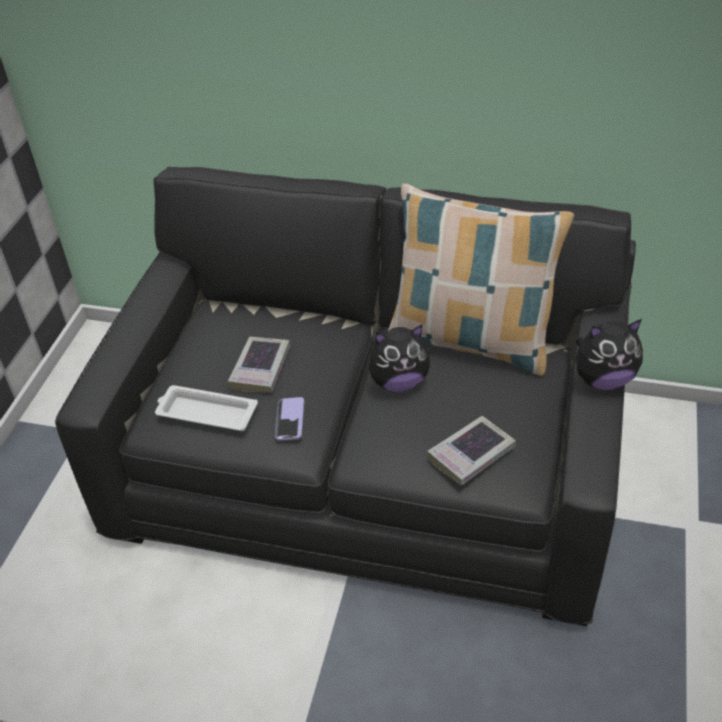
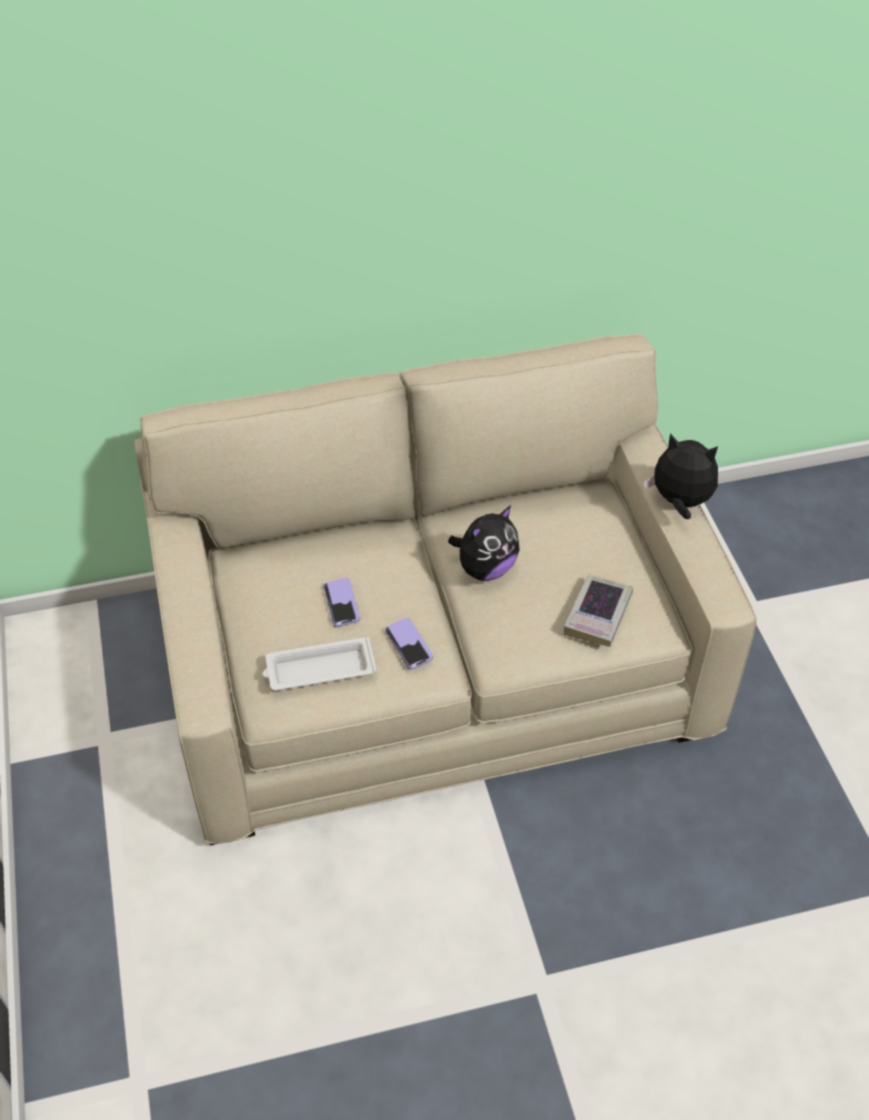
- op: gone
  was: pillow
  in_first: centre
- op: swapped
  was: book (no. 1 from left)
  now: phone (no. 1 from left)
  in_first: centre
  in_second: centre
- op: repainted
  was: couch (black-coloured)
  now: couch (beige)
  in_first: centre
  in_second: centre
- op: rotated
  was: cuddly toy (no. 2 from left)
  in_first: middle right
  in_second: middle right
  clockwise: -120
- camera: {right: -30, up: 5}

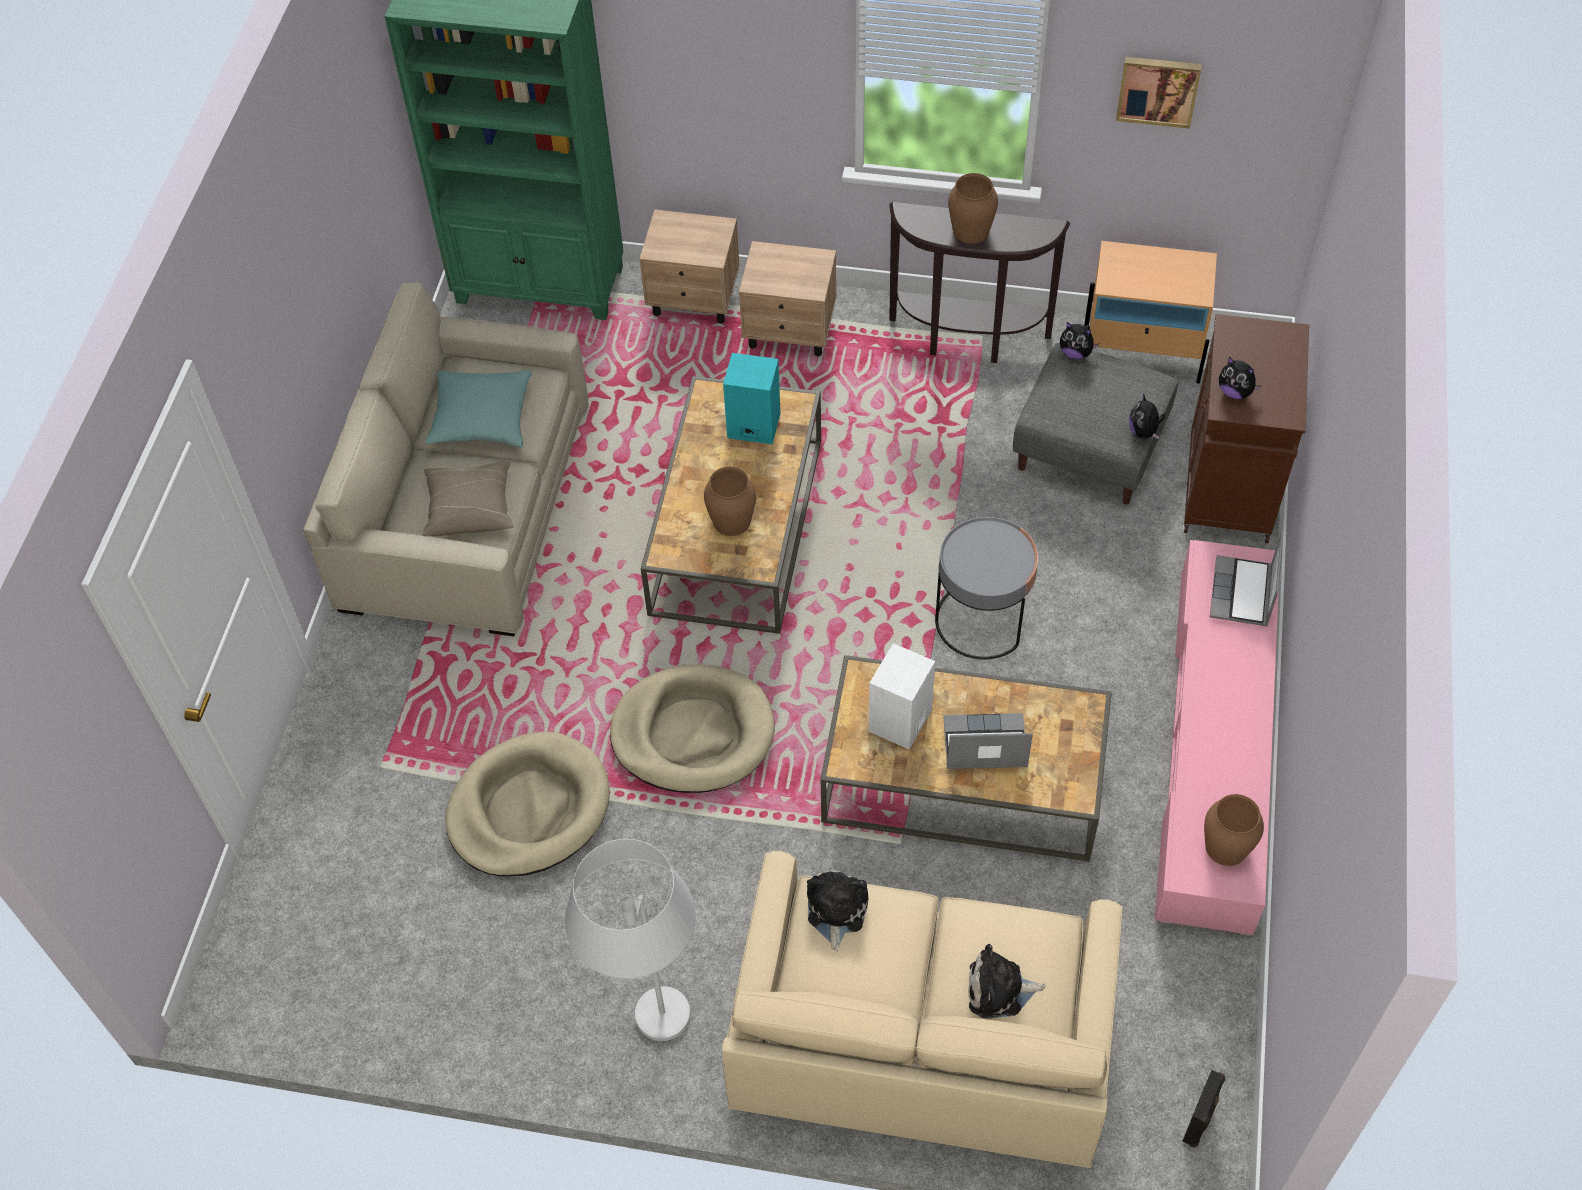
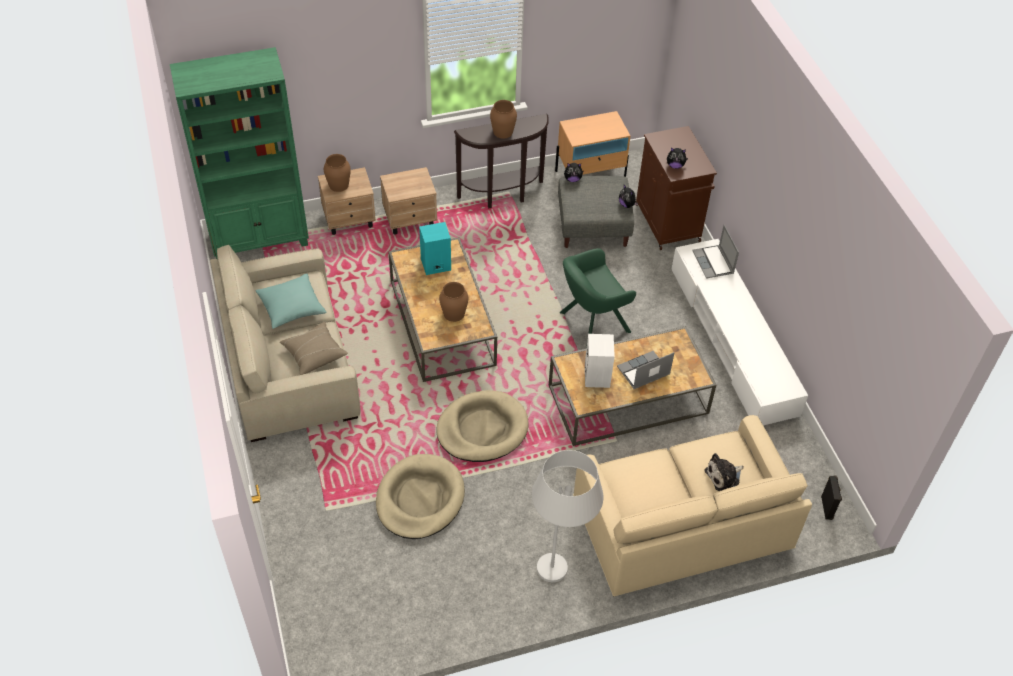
- op: gone
  was: cuddly toy (no. 1 from left)
  in_first: bottom centre
- op: gone
  was: wall picture
  in_first: top right
- op: shifted
  was: decorative vase (brown) (no. 3 from left in the first image)
  now: decorative vase (brown) (no. 1 from left)
  in_first: bottom right
  in_second: top left
- op: swapped
  was: side table (greyish)
  now: lounge chair (green)
  in_first: centre
  in_second: centre
- op: repainted
  was: tv unit (pink)
  now: tv unit (white)
  in_first: middle right
  in_second: middle right
- camera: {right: -30, up: -5}

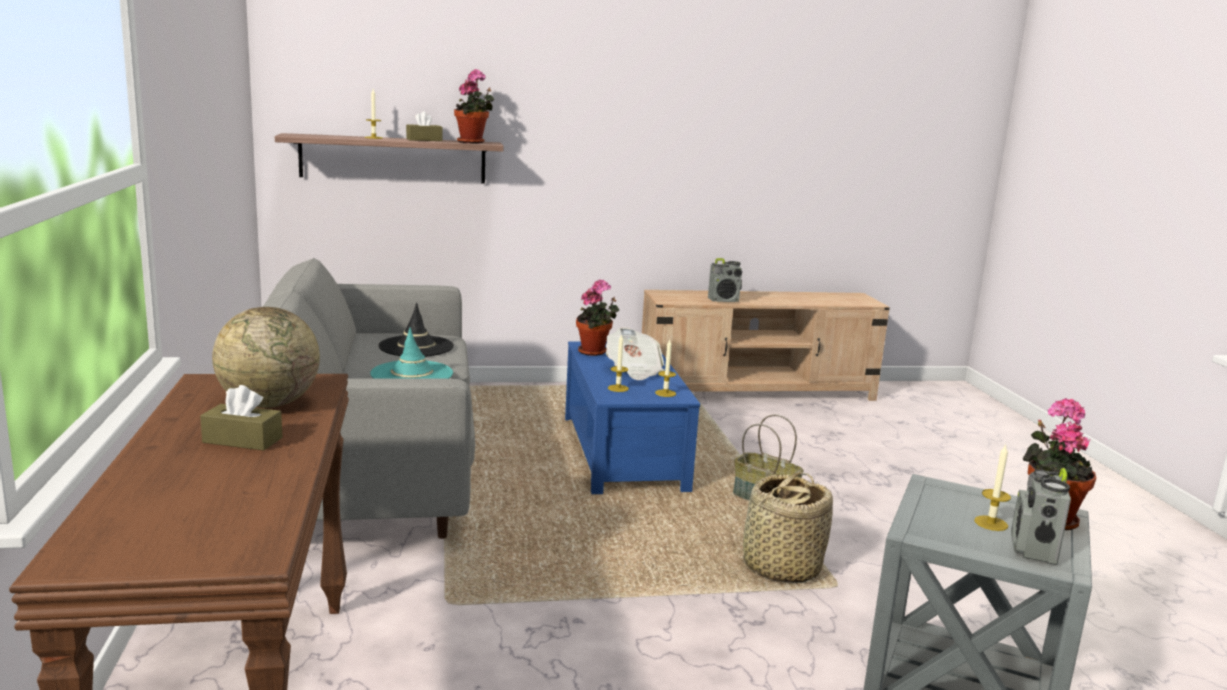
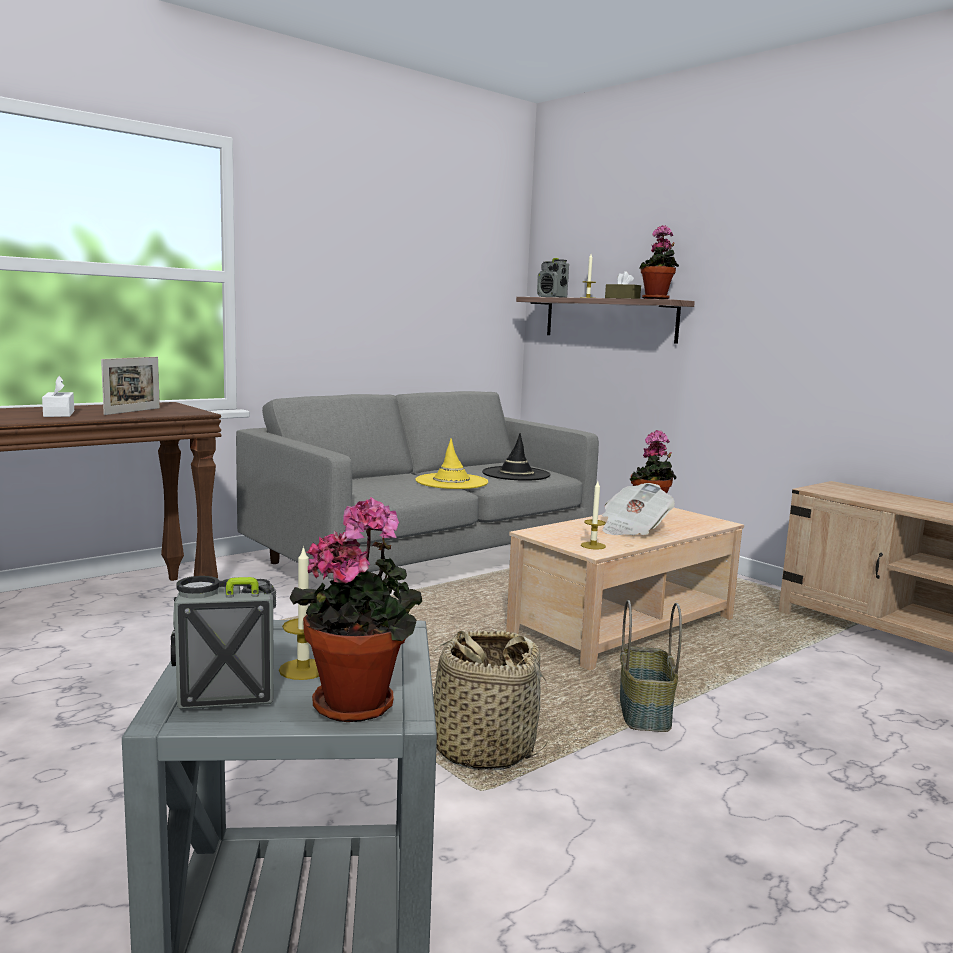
- op: gone
  was: candle (no. 2 from left)
  in_first: centre
- op: shifted
  was: radio (no. 1 from left in the first image)
  now: radio (no. 2 from left)
  in_first: centre
  in_second: top centre
- op: swapped
  was: globe
  now: standing frame
  in_first: middle left
  in_second: middle left
- op: repainted
  was: tissue box (brown) (no. 1 from left)
  now: tissue box (white)
  in_first: middle left
  in_second: middle left
- op: repainted
  was: hat (blue-green)
  now: hat (yellowish)
  in_first: centre
  in_second: centre
- op: repainted
  was: lounge table (bluish)
  now: lounge table (beige)
  in_first: centre
  in_second: centre
- camera: {right: 60, up: -5}

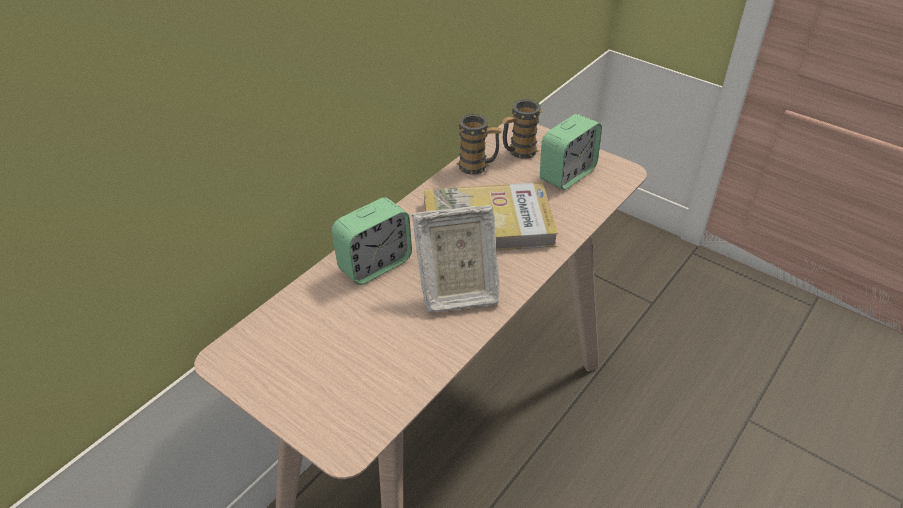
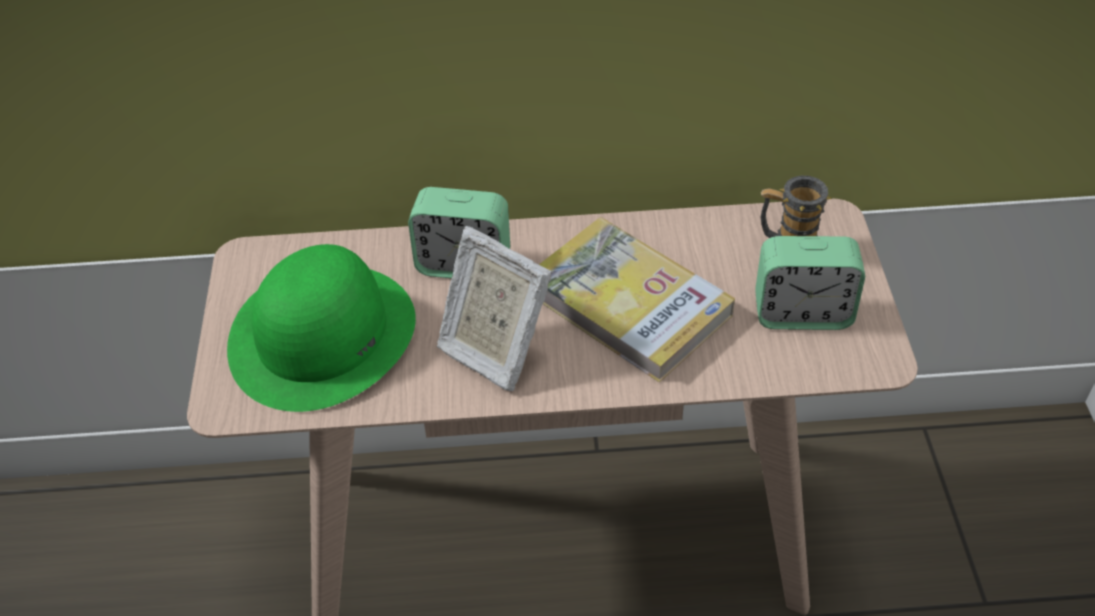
- op: gone
  was: coffee mug (no. 1 from left)
  in_first: top centre
- op: new
  now: hat (green)
  in_second: middle left
- camera: {right: 50, up: 5}

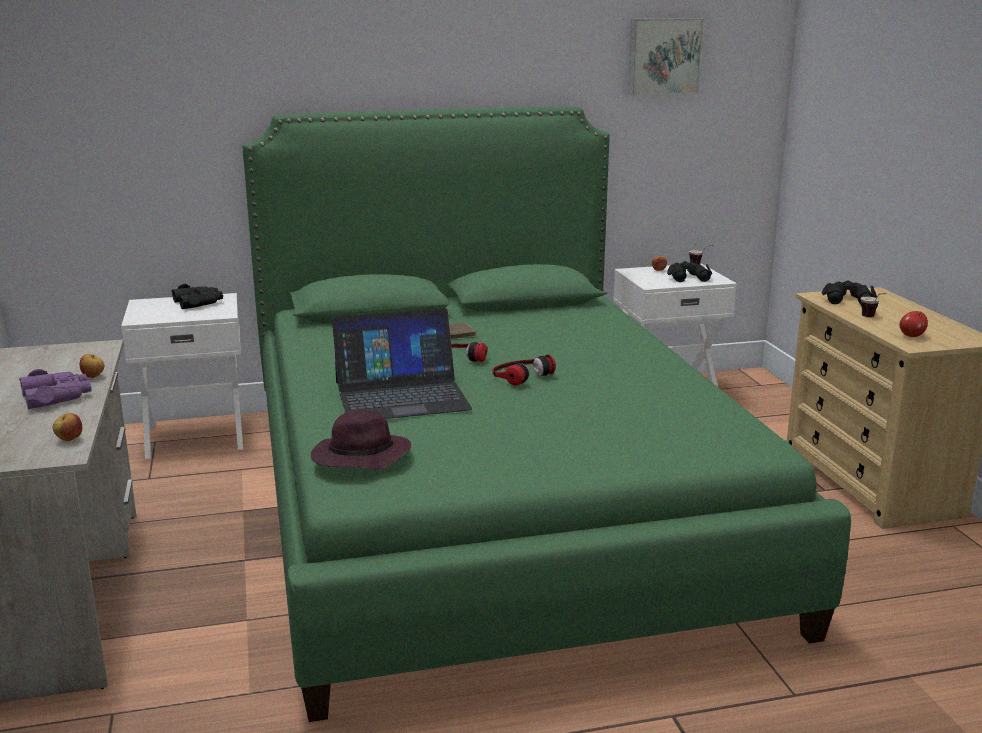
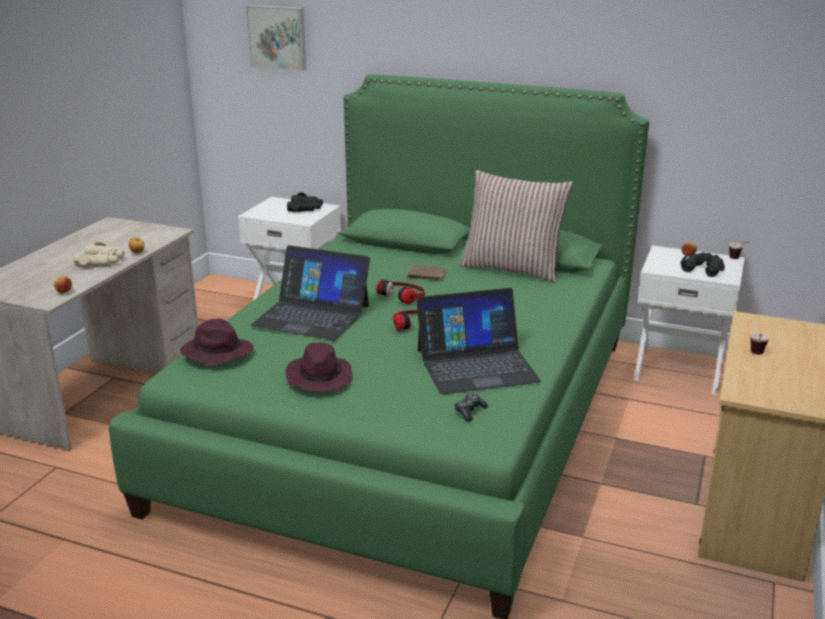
- op: gone
  was: binoculars (black-coloured) (no. 3 from left)
  in_first: middle right
- op: gone
  was: apple (no. 4 from left)
  in_first: middle right
- op: new
  now: hat (purple) (no. 2 from left)
  in_second: centre
- op: new
  now: portable computer (no. 2 from left)
  in_second: centre
- op: new
  now: joypad
  in_second: centre
- op: new
  now: pillow
  in_second: centre
- op: shifted
  was: wall picture
  in_first: top right
  in_second: top centre
- op: repainted
  was: binoculars (purple)
  now: binoculars (beige)
  in_first: middle left
  in_second: middle left
- camera: {right: 35, up: 5}

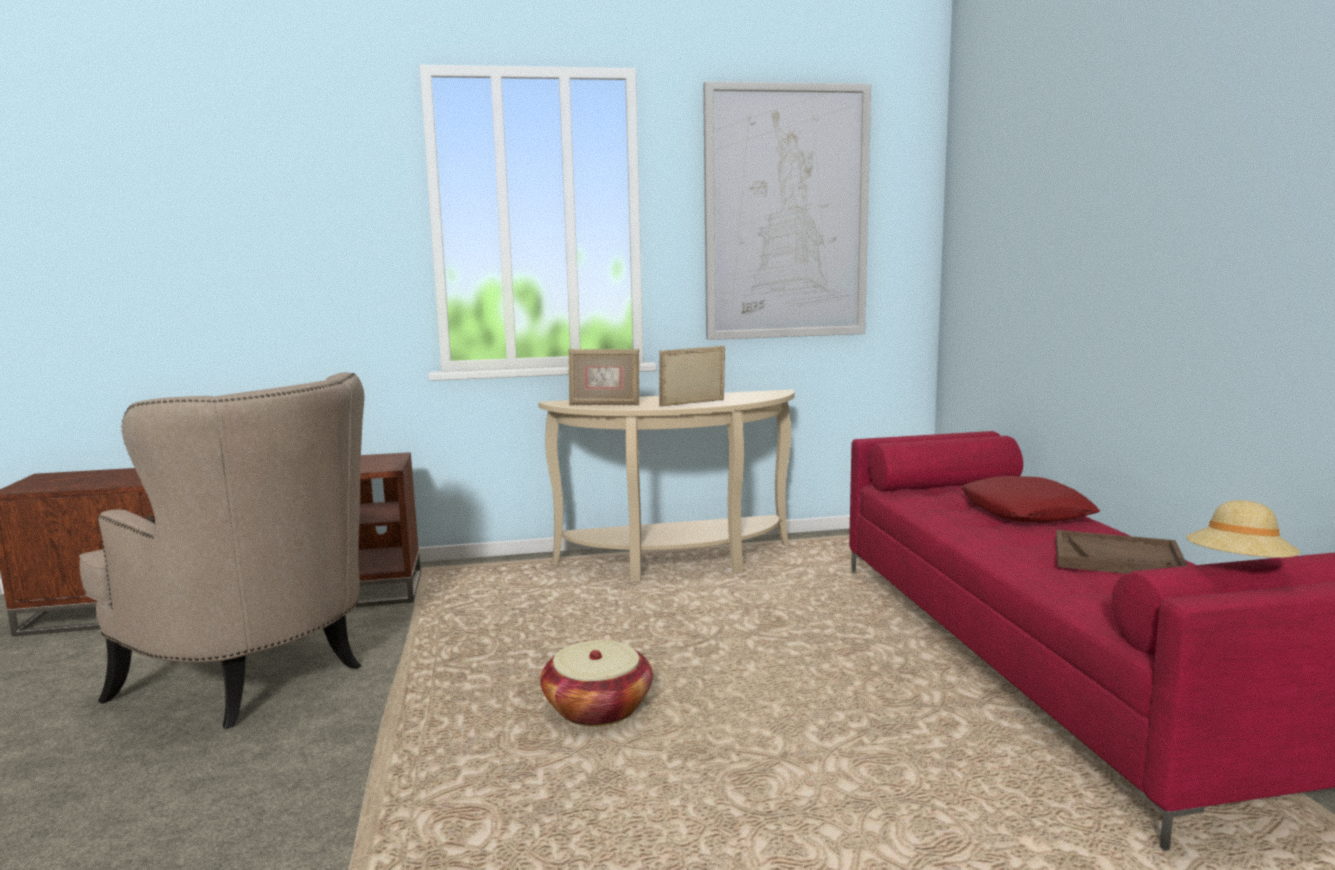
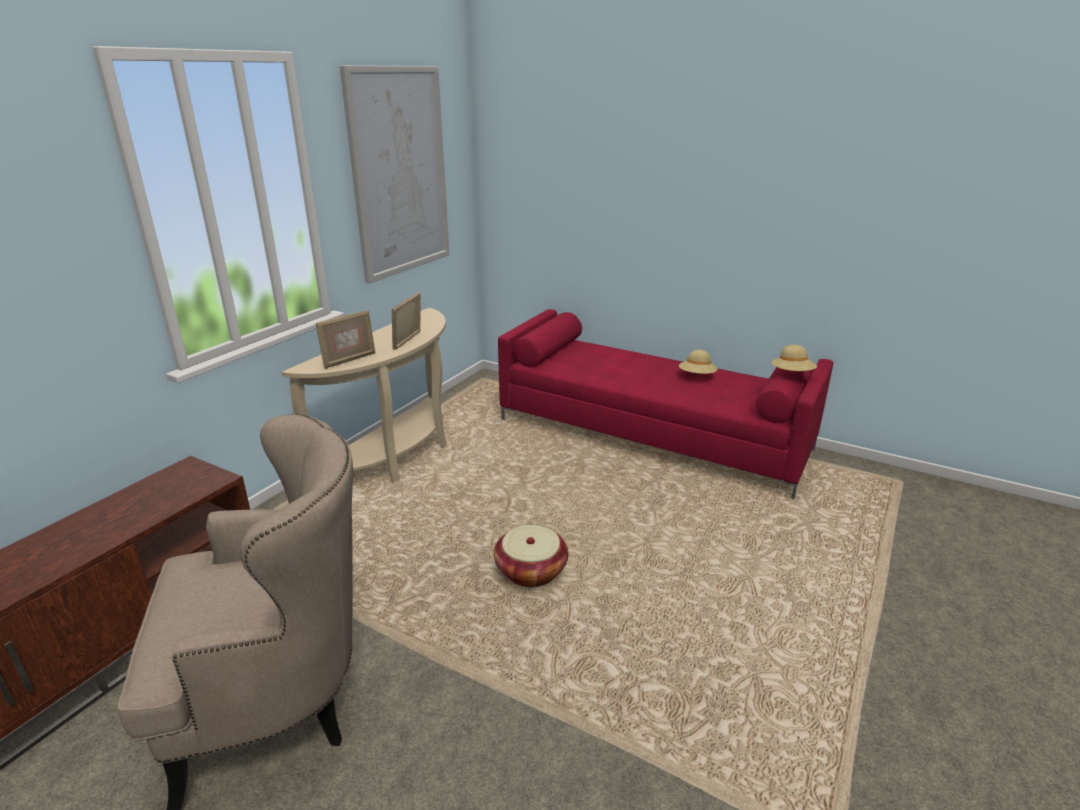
- op: gone
  was: pillow (reddish)
  in_first: middle right
- op: swapped
  was: carrying tray (brown)
  now: hat (beige) (no. 1 from left)
  in_first: middle right
  in_second: centre
- camera: {right: -50, up: 15}

